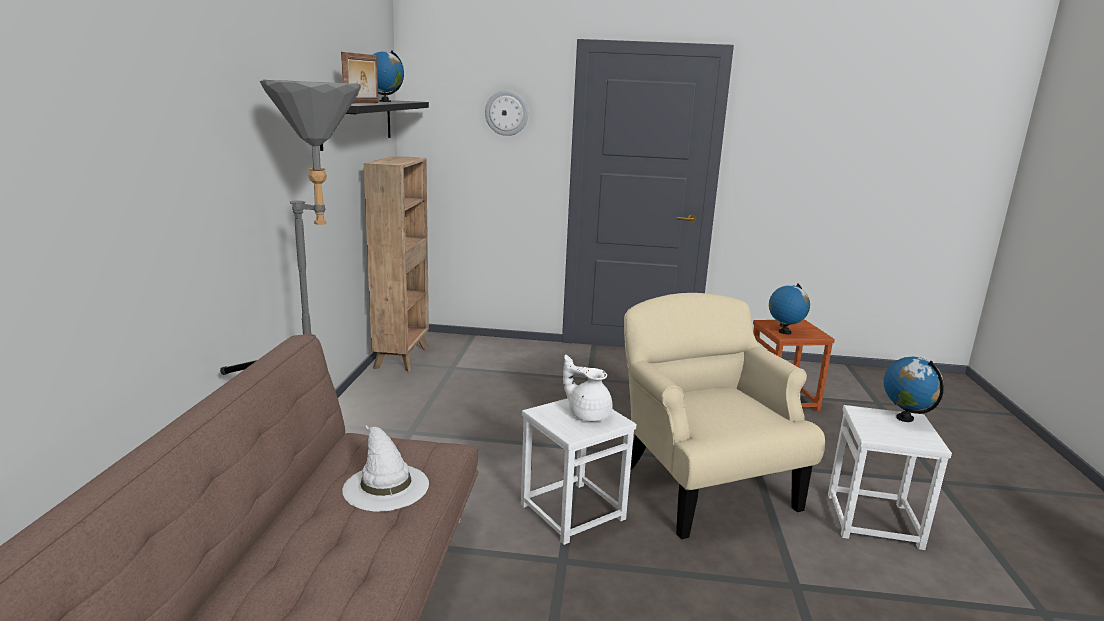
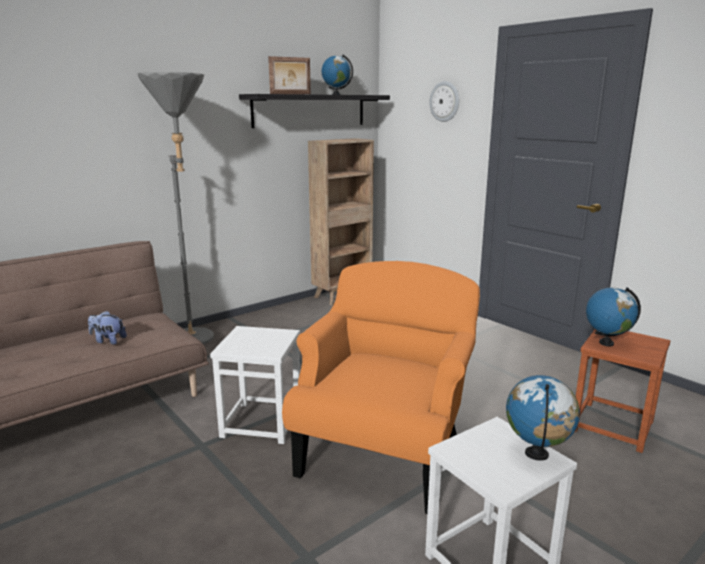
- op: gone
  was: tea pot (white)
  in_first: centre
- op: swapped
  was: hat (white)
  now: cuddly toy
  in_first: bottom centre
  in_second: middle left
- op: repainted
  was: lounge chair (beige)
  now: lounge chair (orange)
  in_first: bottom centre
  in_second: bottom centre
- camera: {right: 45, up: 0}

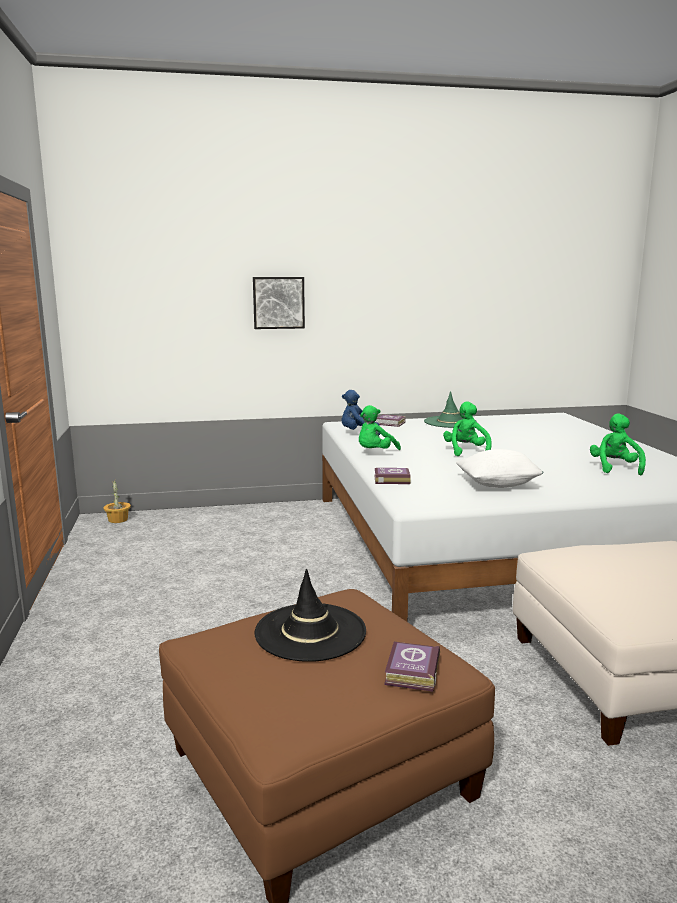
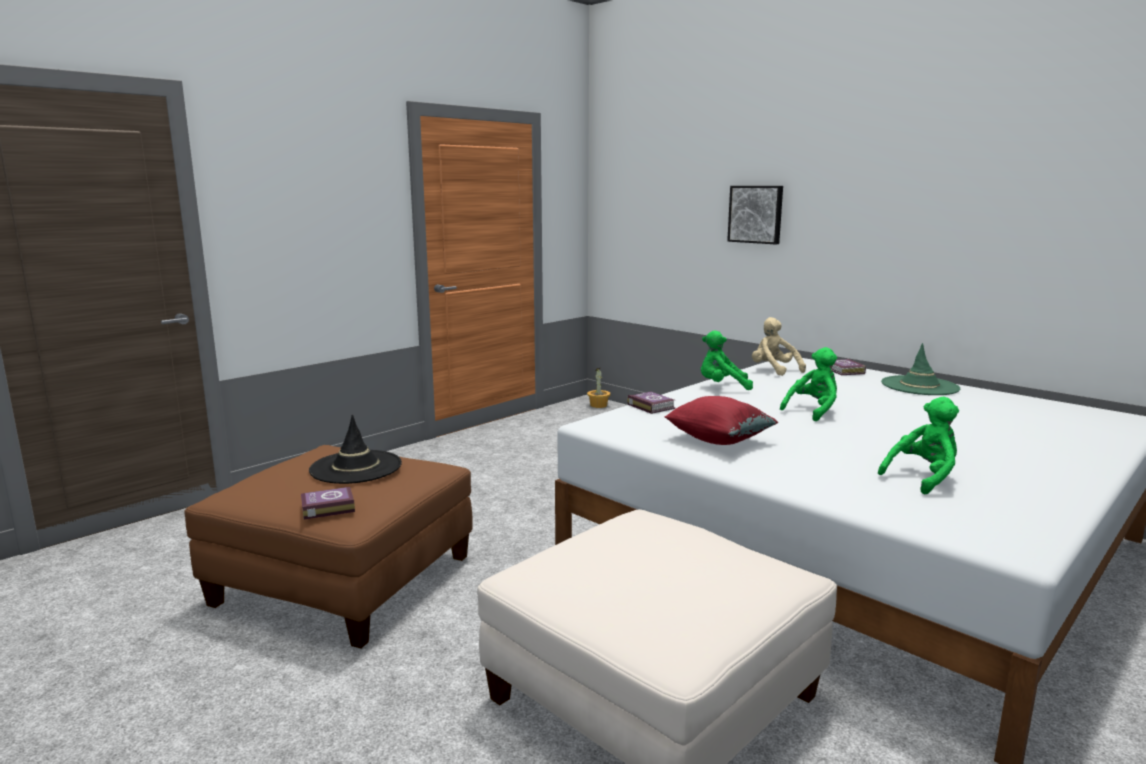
- op: repainted
  was: cuddly toy (bluish)
  now: cuddly toy (beige)
  in_first: centre
  in_second: middle right
- op: repainted
  was: pillow (white)
  now: pillow (reddish)
  in_first: middle right
  in_second: centre
- camera: {right: 55, up: 0}

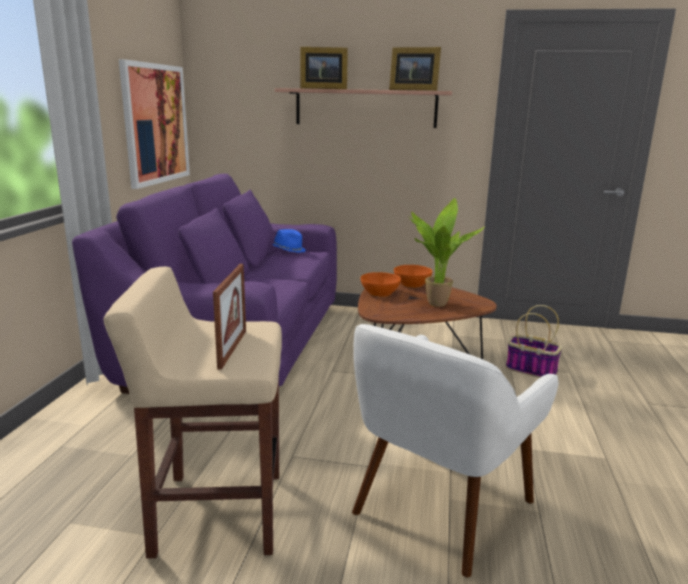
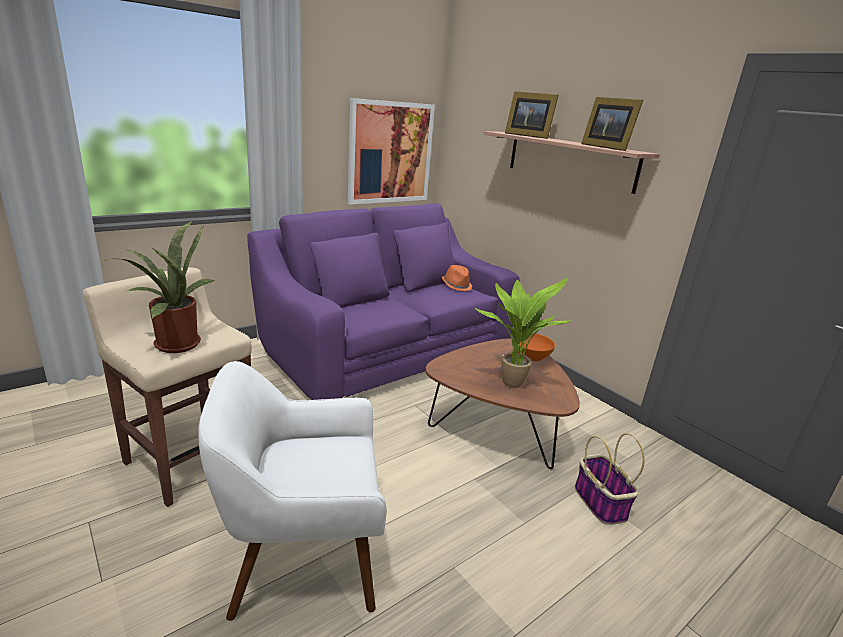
- op: gone
  was: serving bowl (orange) (no. 1 from left)
  in_first: centre
- op: swapped
  was: standing frame (no. 1 from left)
  now: potted plant (no. 1 from left)
  in_first: middle left
  in_second: middle left
- op: repainted
  was: hat (bluish)
  now: hat (orange)
  in_first: centre
  in_second: centre
- camera: {right: 40, up: 5}

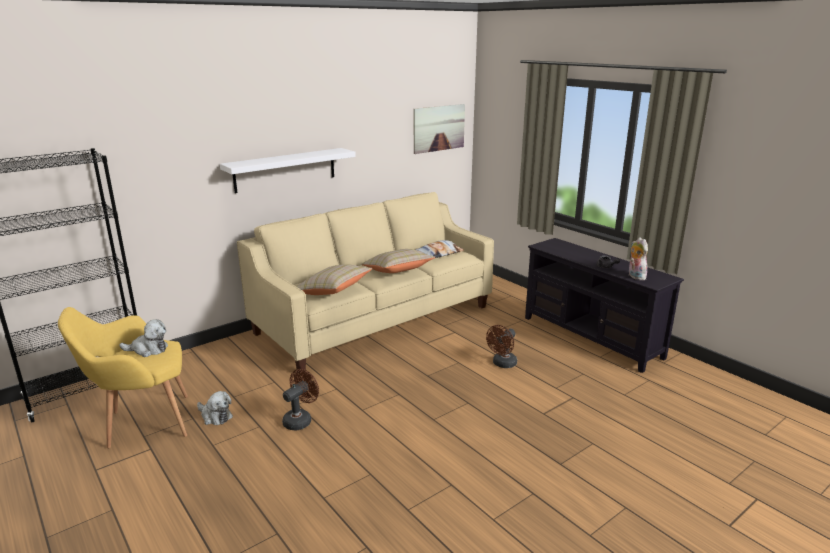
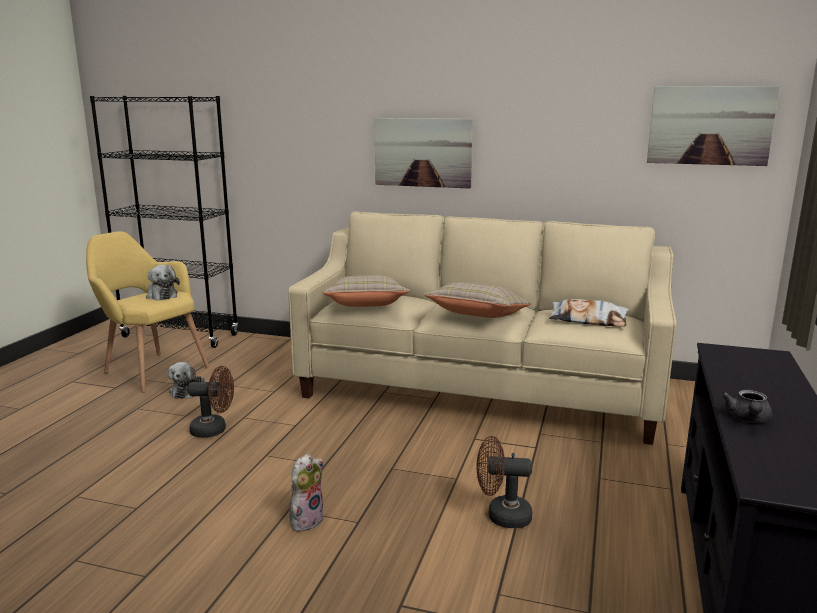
- op: shifted
  was: cuddly toy (no. 3 from left)
  in_first: middle right
  in_second: bottom centre
- op: swapped
  was: bracket shelf (white)
  now: wall picture (no. 1 from left)
  in_first: top centre
  in_second: top centre
- camera: {right: 55, up: -5}

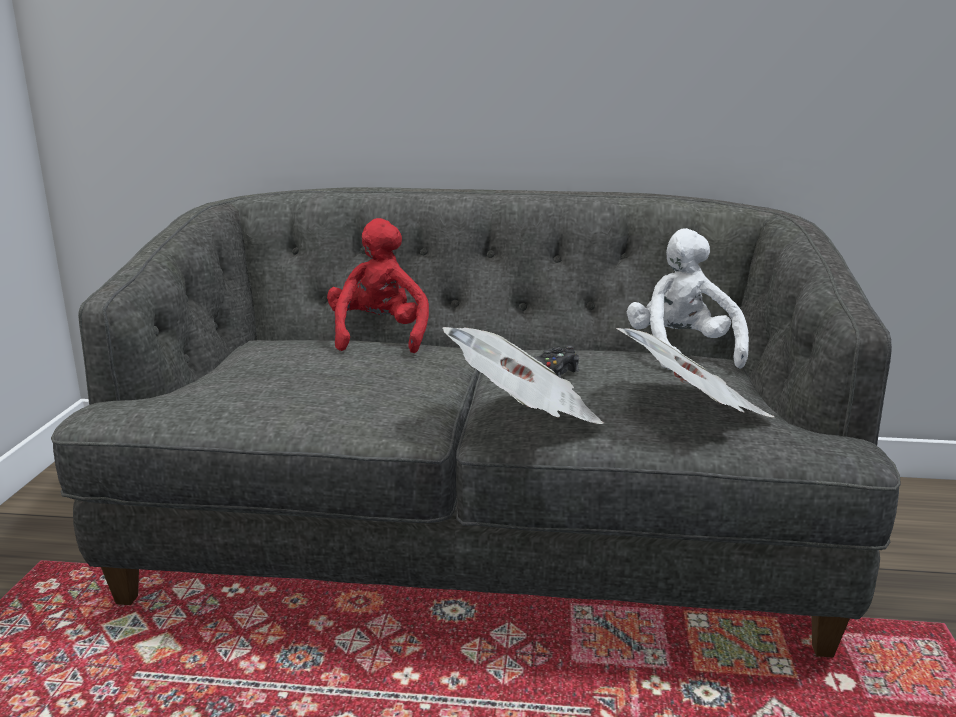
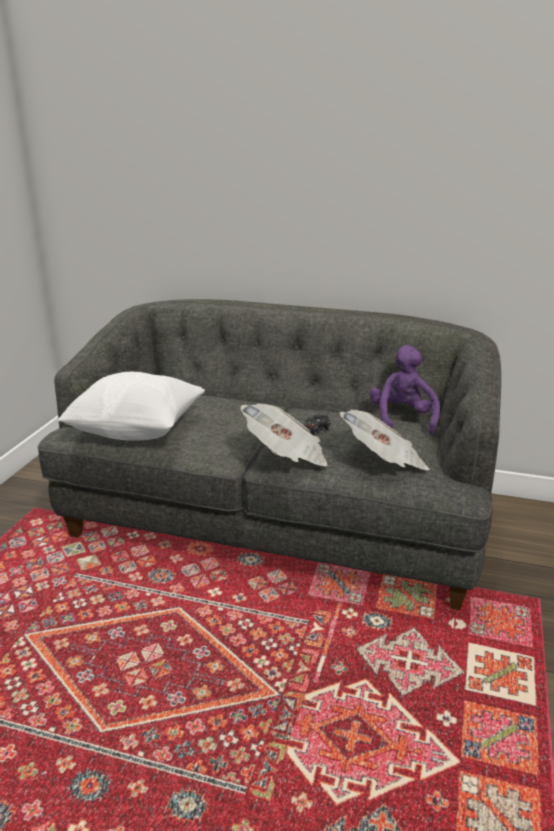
- op: gone
  was: cuddly toy (reddish)
  in_first: centre
- op: new
  now: pillow (white)
  in_second: middle left
- op: repainted
  was: cuddly toy (white)
  now: cuddly toy (purple)
  in_first: middle right
  in_second: middle right
- camera: {right: 10, up: 5}

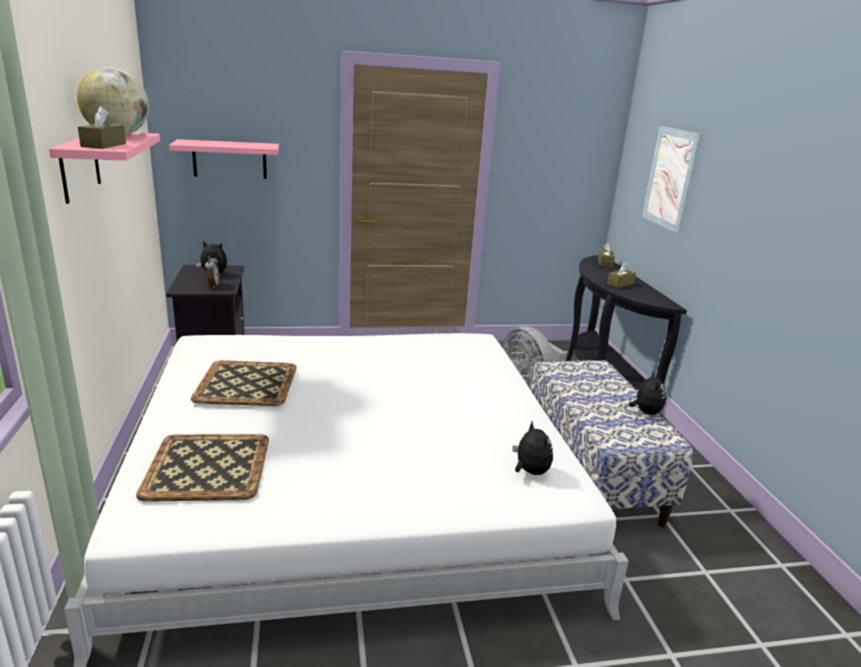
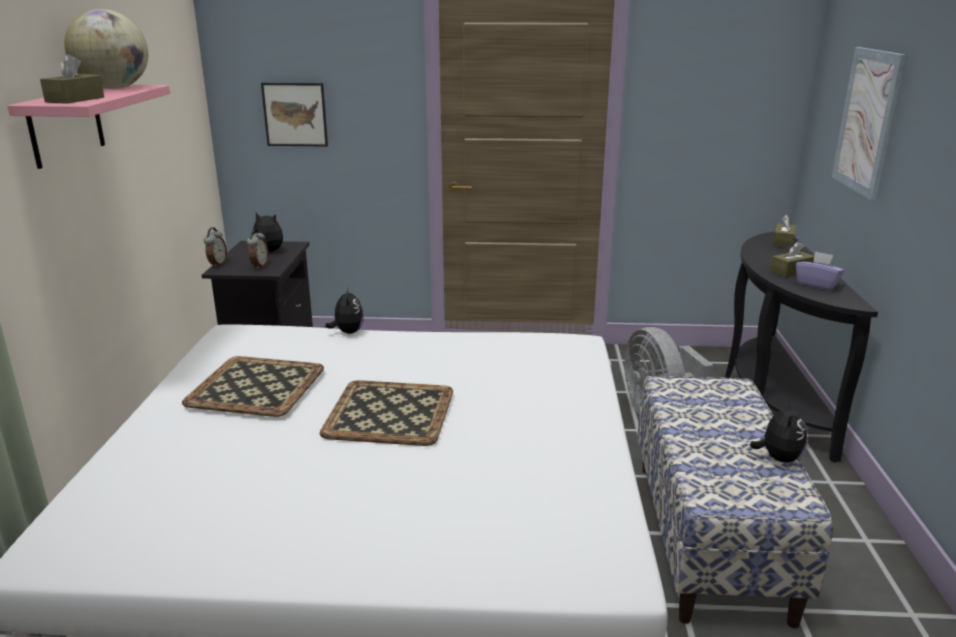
- op: new
  now: table clock (no. 1 from left)
  in_second: middle left
- op: new
  now: tissue box (purple)
  in_second: middle right
- op: shifted
  was: carrying tray (no. 1 from left in the first image)
  now: carrying tray (no. 2 from left)
  in_first: bottom left
  in_second: centre
- op: shifted
  was: cuddly toy (no. 2 from left)
  in_first: bottom centre
  in_second: centre
- op: swapped
  was: bracket shelf (pink) (no. 2 from left)
  now: wall picture (no. 1 from left)
  in_first: top left
  in_second: top left
- camera: {right: 15, up: 0}

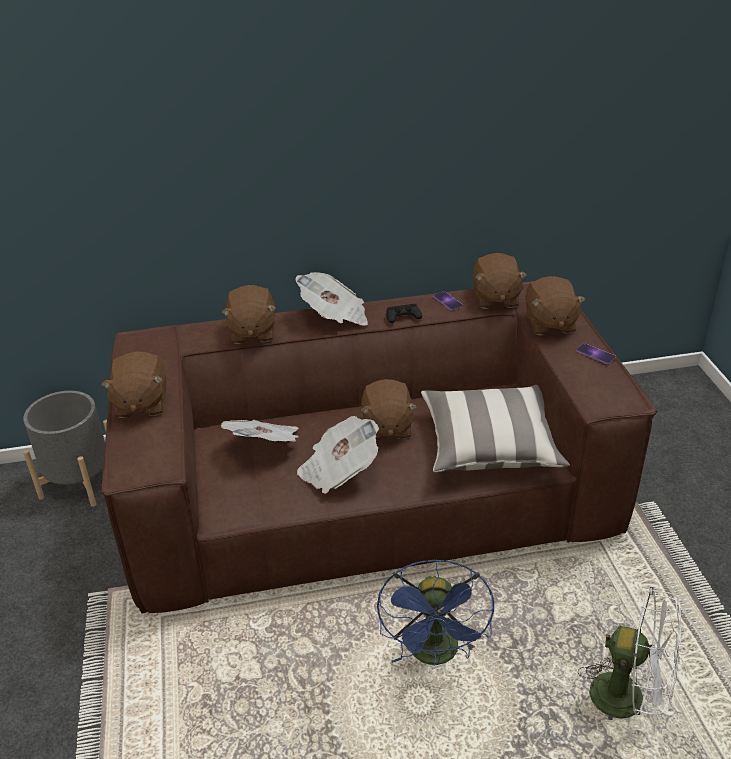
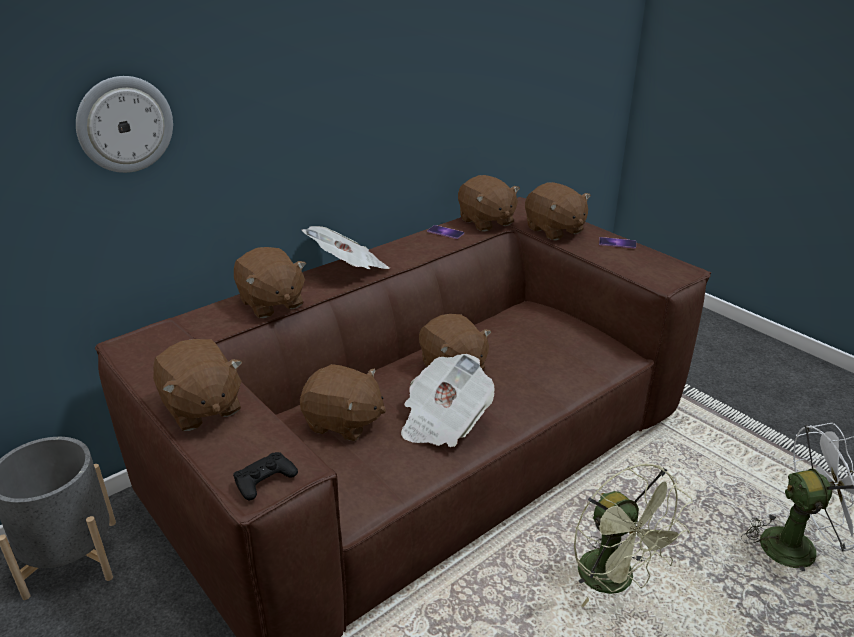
- op: gone
  was: pillow
  in_first: middle right
- op: new
  now: hanging clock
  in_second: top left
- op: shifted
  was: joypad (black-coloured)
  in_first: centre
  in_second: bottom left
- op: swapped
  was: daily paper (no. 1 from left)
  now: cuddly toy (brown) (no. 3 from left)
  in_first: centre
  in_second: centre
- op: repainted
  was: cooling fan (bluish)
  now: cooling fan (green)
  in_first: bottom centre
  in_second: bottom right
- camera: {right: -30, up: -5}

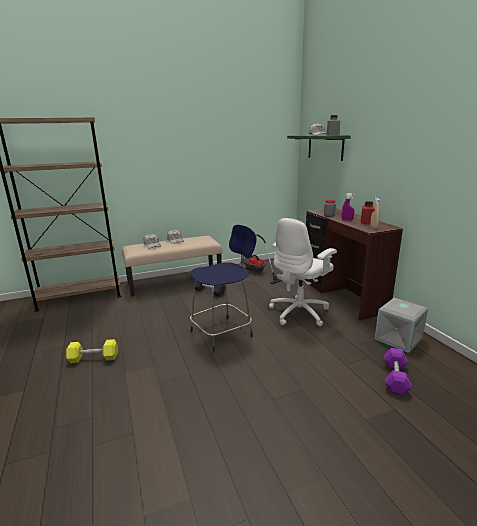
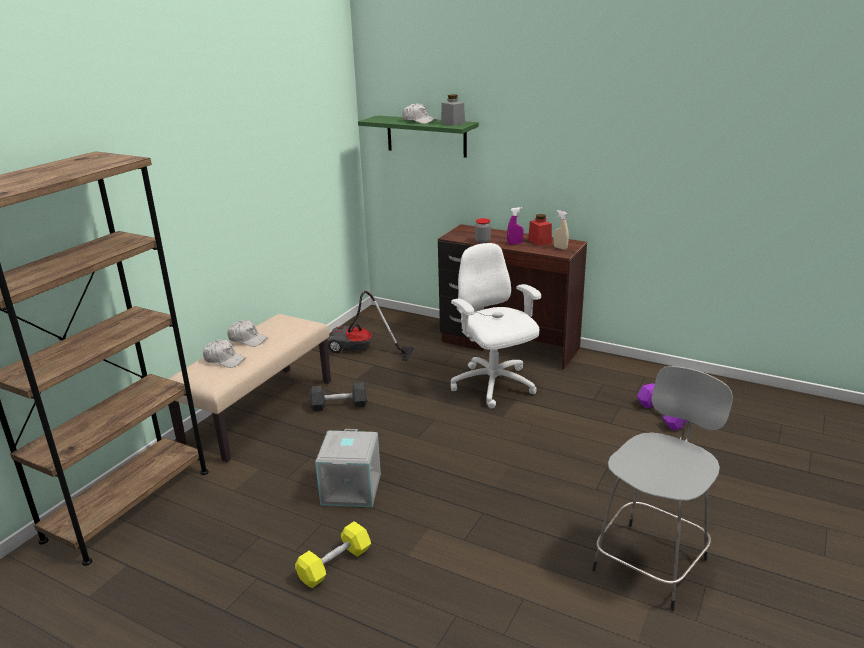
- op: gone
  was: stool (bluish)
  in_first: centre
- op: new
  now: stool (greyish)
  in_second: bottom right
- op: shifted
  was: storage container (greyish)
  in_first: middle right
  in_second: bottom centre
- op: rotated
  was: desk chair (white)
  in_first: centre
  in_second: centre
  clockwise: 150
- camera: {right: -40, up: 5}

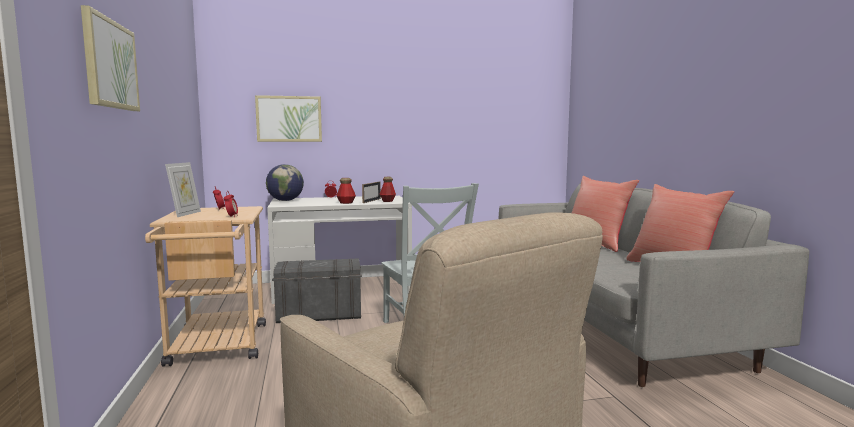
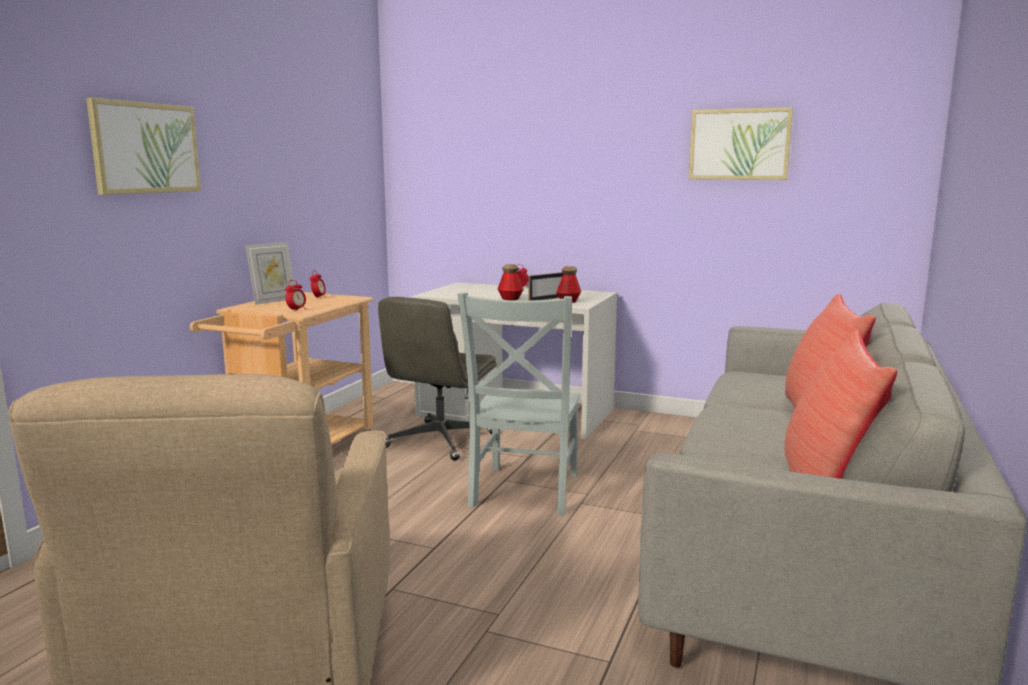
- op: gone
  was: globe
  in_first: centre
- op: shifted
  was: wall picture (no. 2 from left)
  in_first: top centre
  in_second: top right
- op: swapped
  was: storage container (greyish)
  now: desk chair (greyish)
  in_first: bottom centre
  in_second: centre
- camera: {right: 35, up: 5}

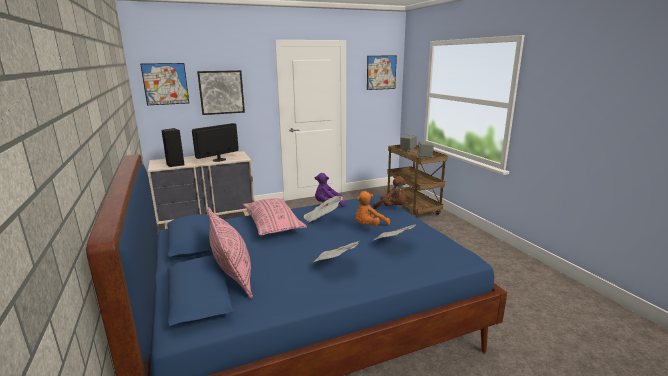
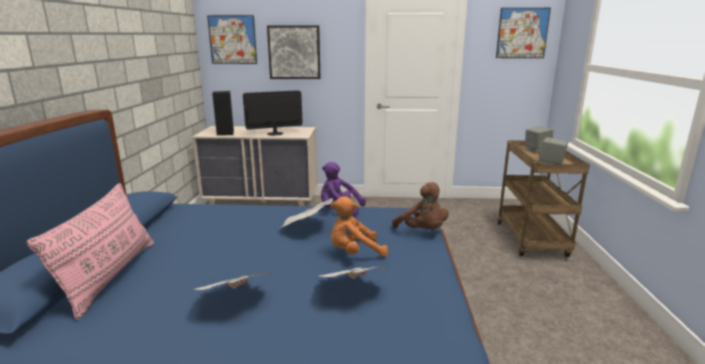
- op: gone
  was: pillow (pink) (no. 2 from left)
  in_first: centre
- camera: {right: 25, up: 0}

